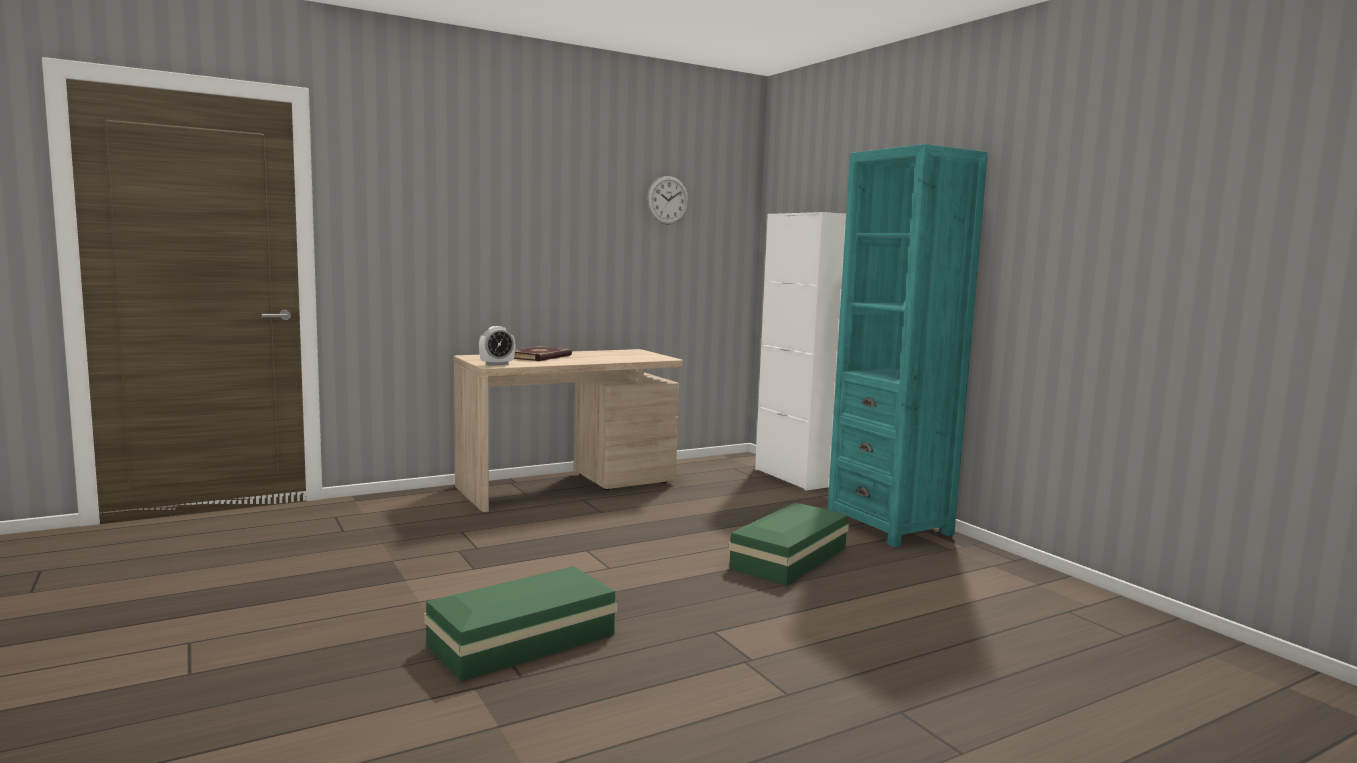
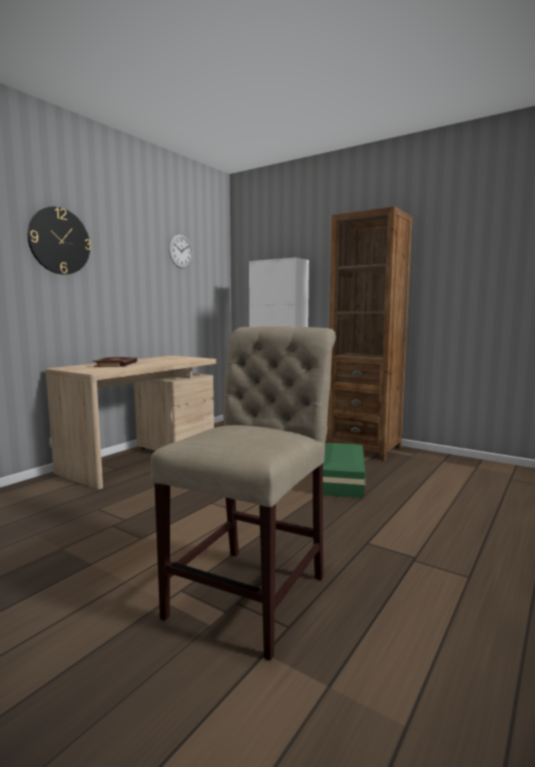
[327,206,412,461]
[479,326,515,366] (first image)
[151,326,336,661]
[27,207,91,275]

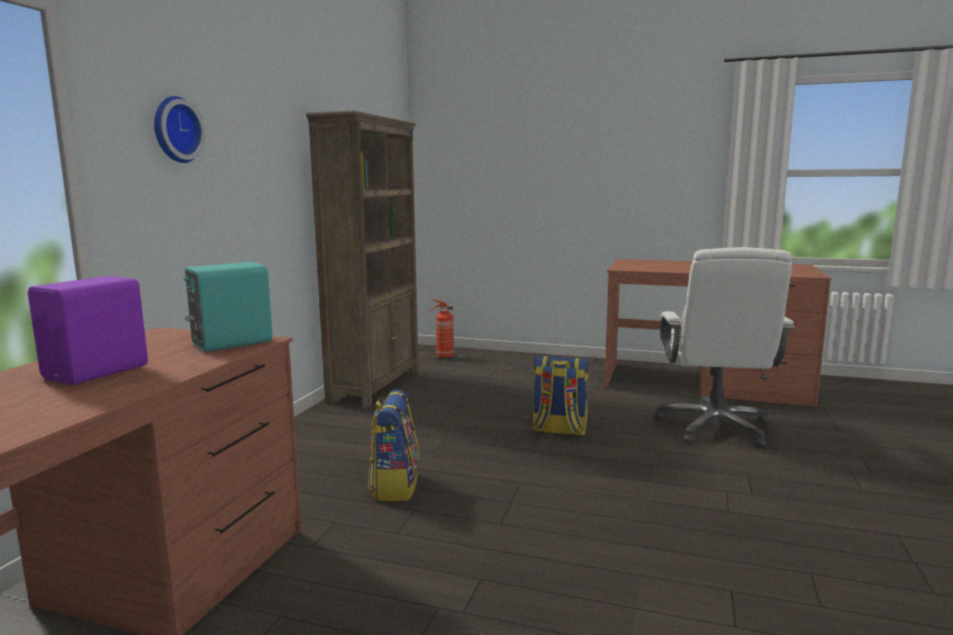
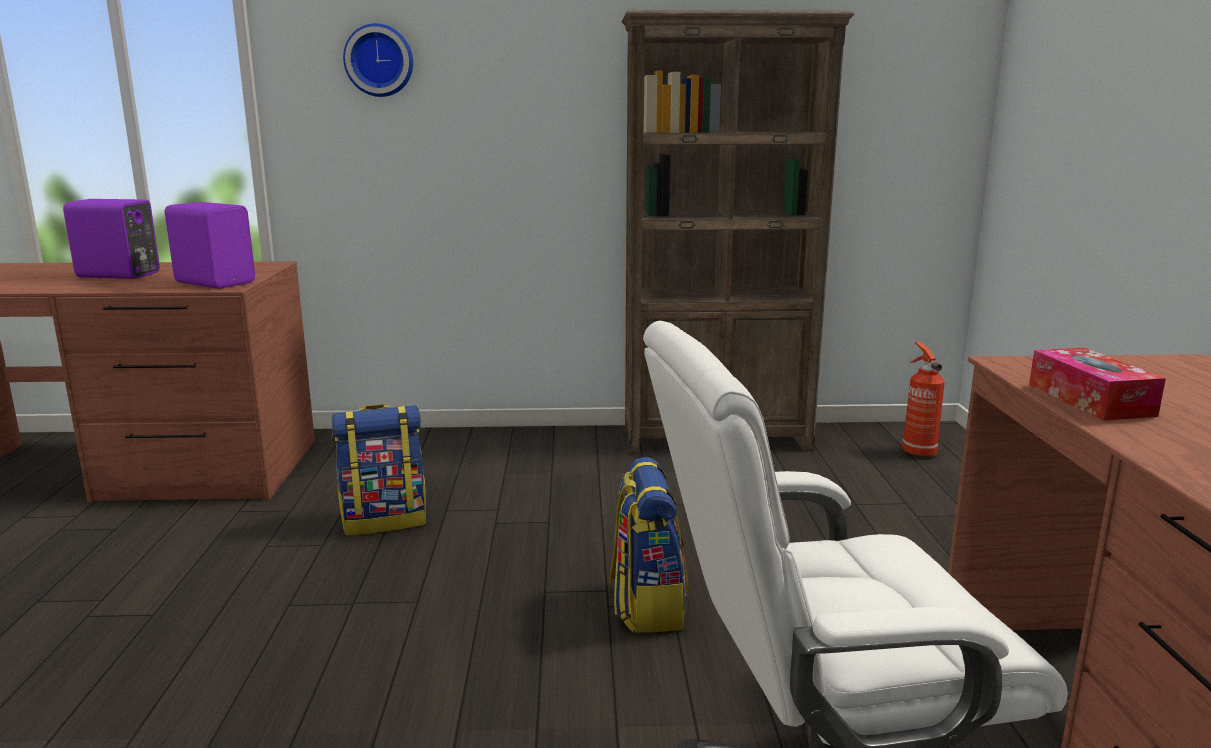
[165,202,255,289]
[1029,348,1166,421]

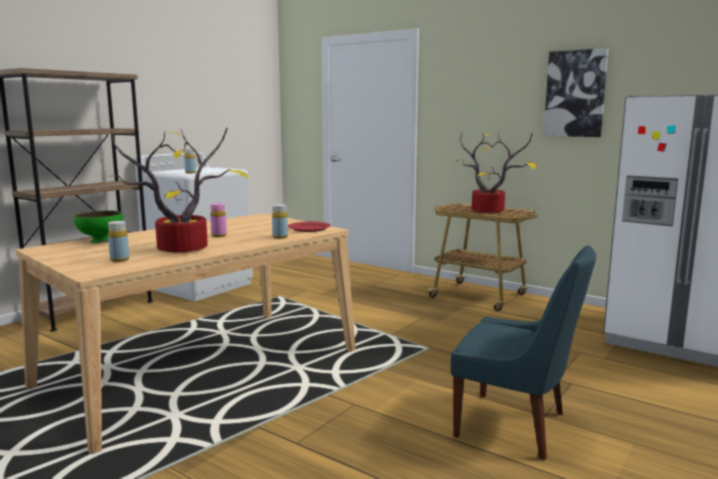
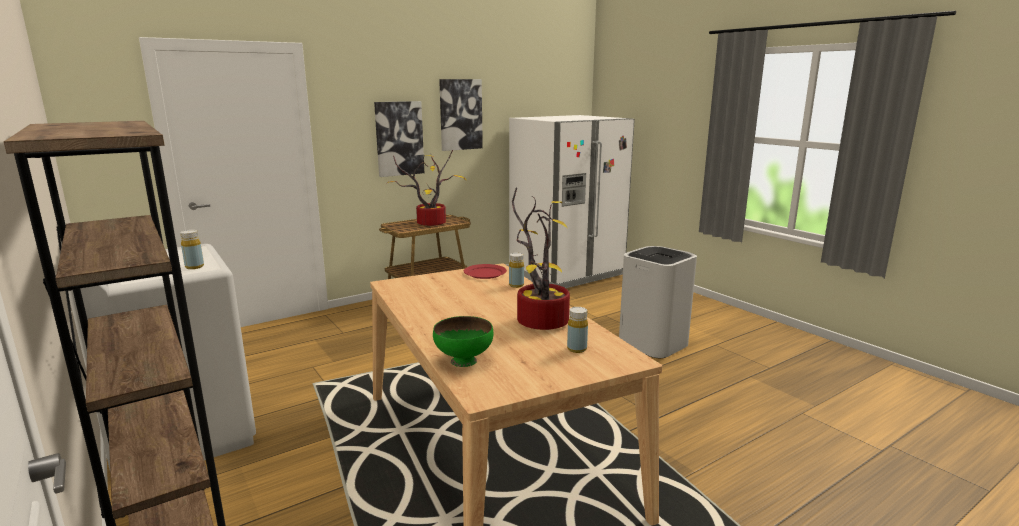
[210,203,227,237] (first image)
[619,246,697,358]
[374,101,424,177]

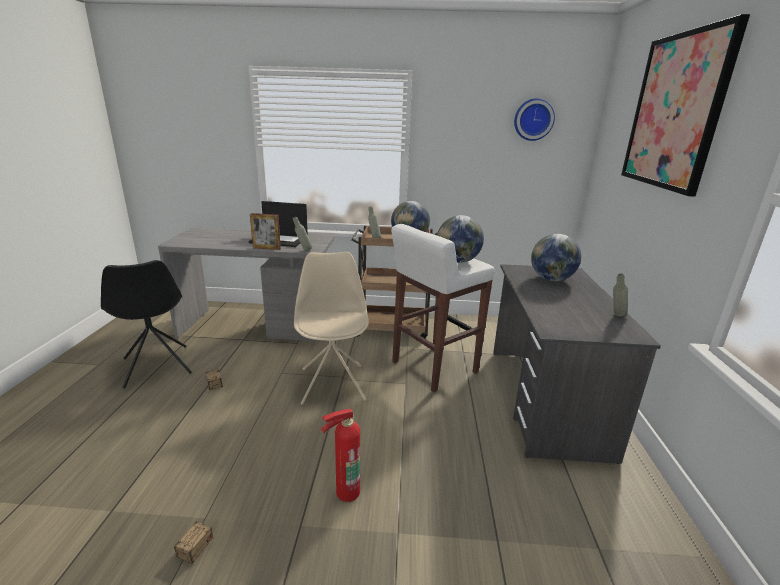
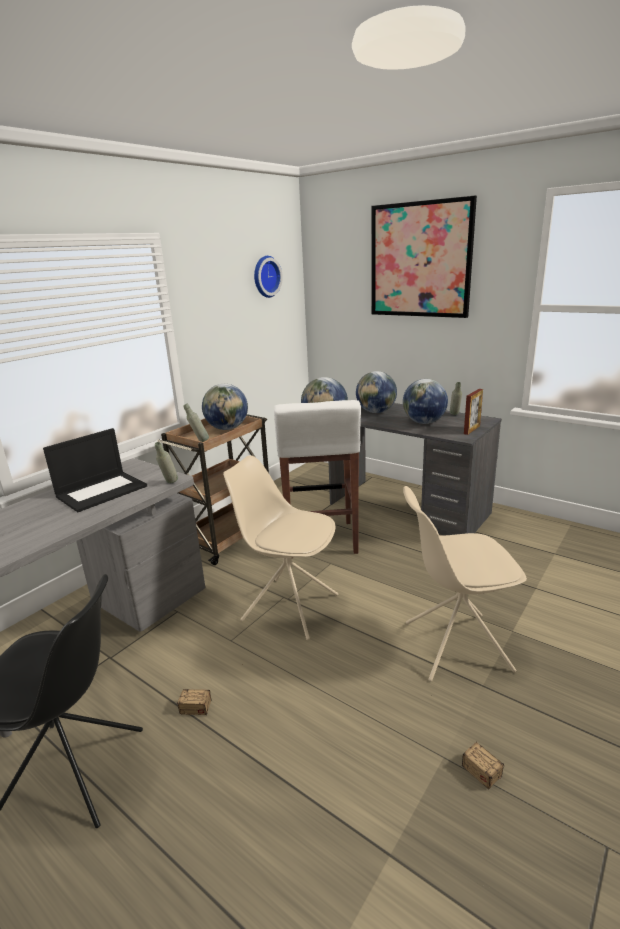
[464,389,483,435]
[403,486,527,681]
[403,379,448,424]

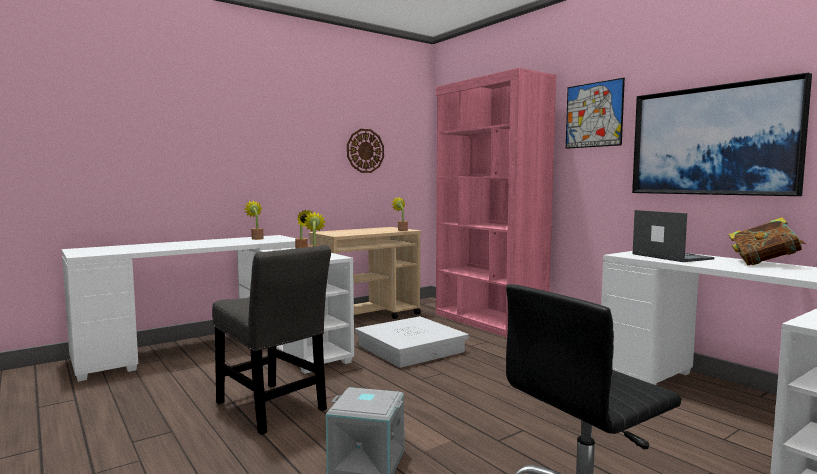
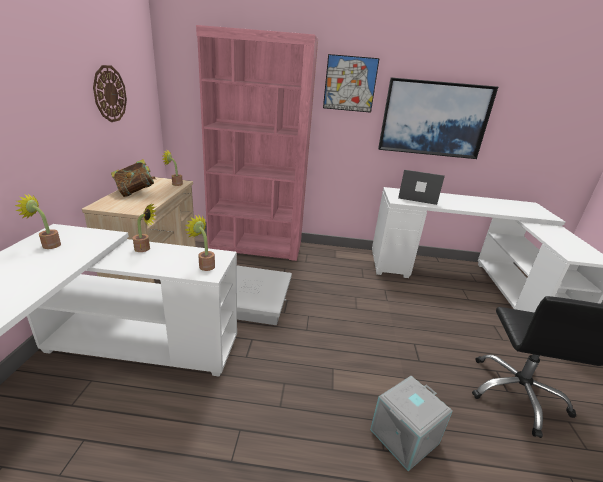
[111,159,156,197]
[212,245,331,435] (first image)

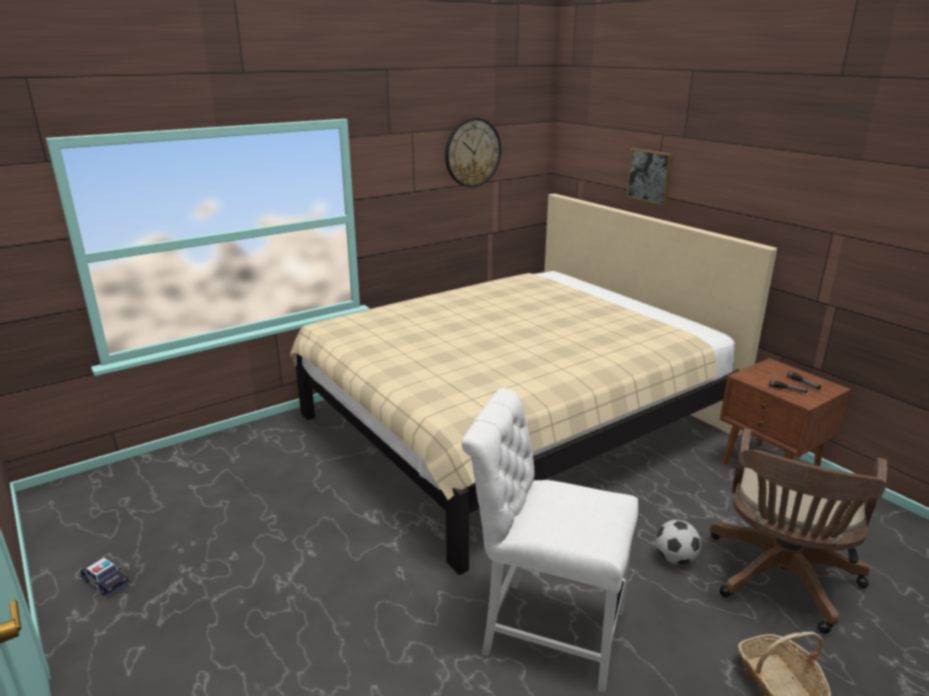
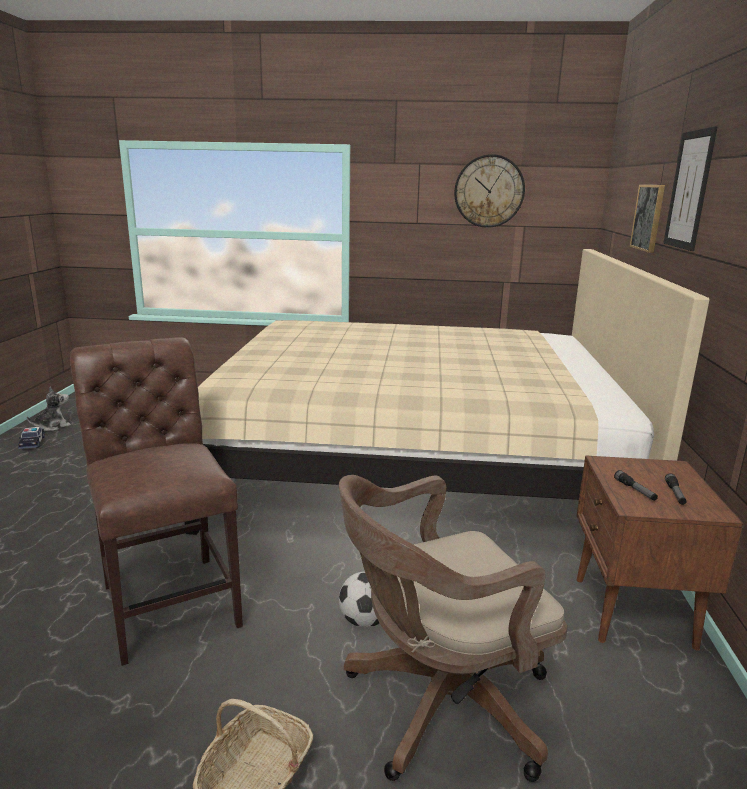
[70,337,243,666]
[663,126,718,251]
[27,386,71,431]

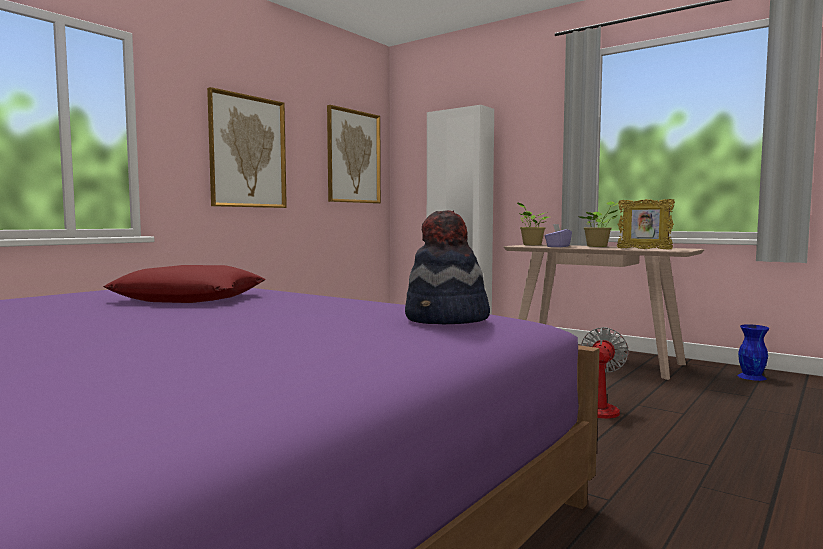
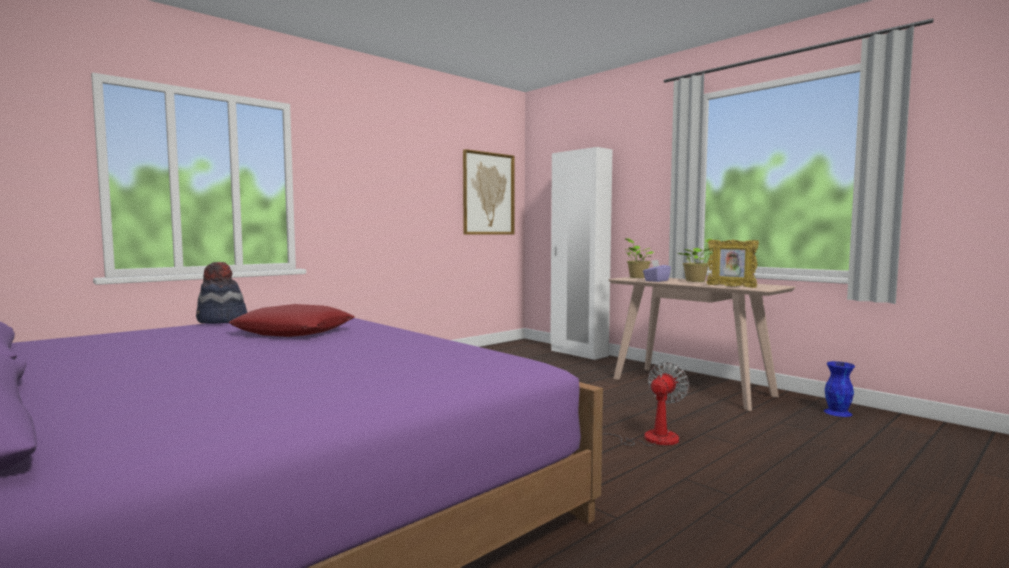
[207,87,287,208] (first image)
[196,262,247,324]

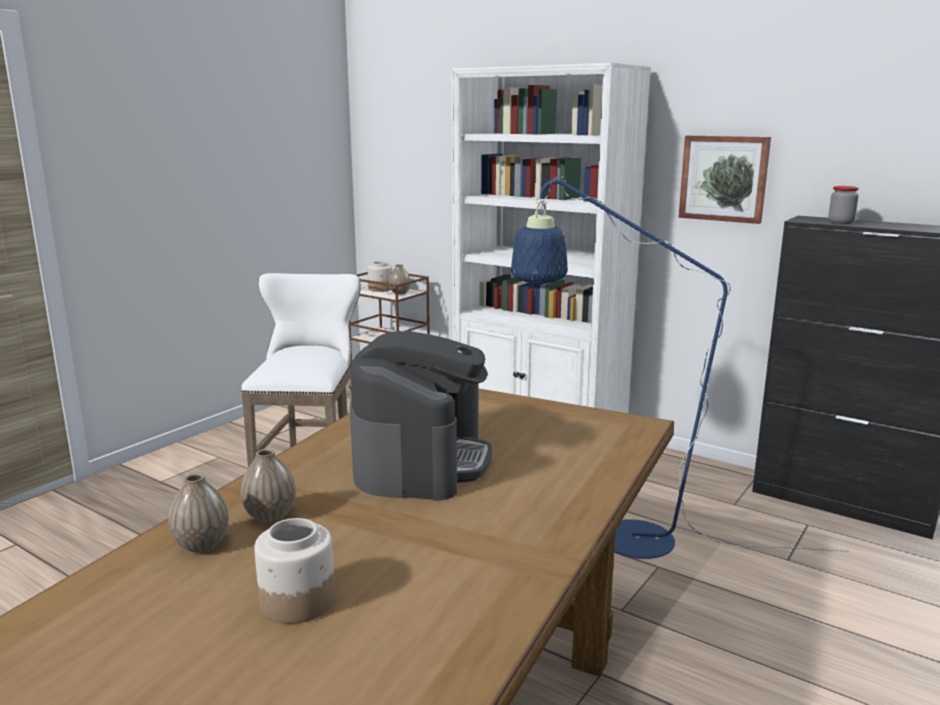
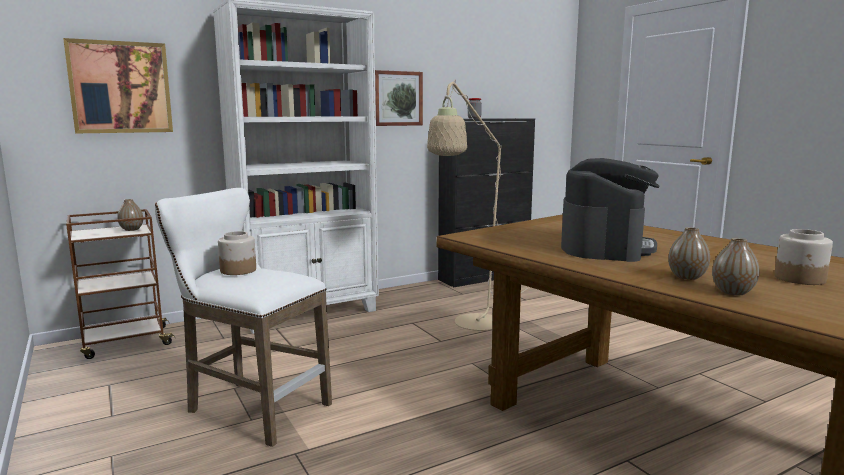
[427,80,528,331]
[218,231,256,275]
[561,158,659,262]
[63,38,173,133]

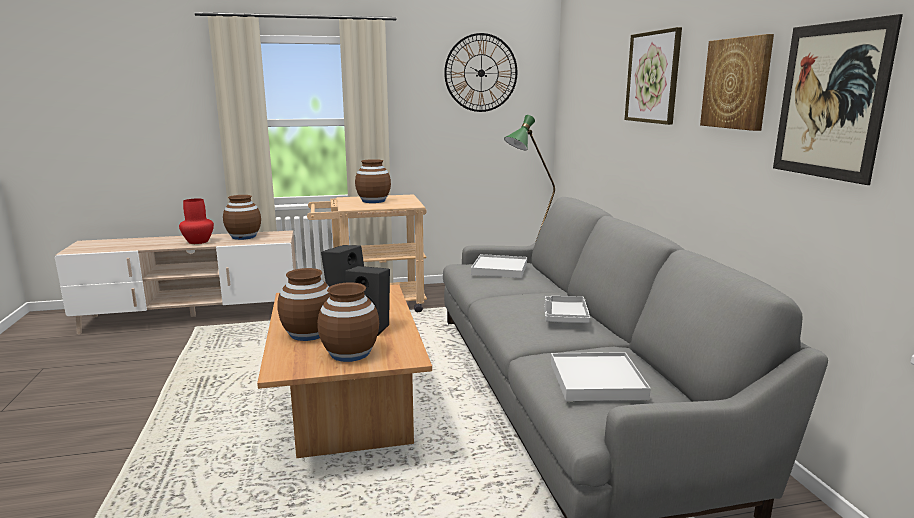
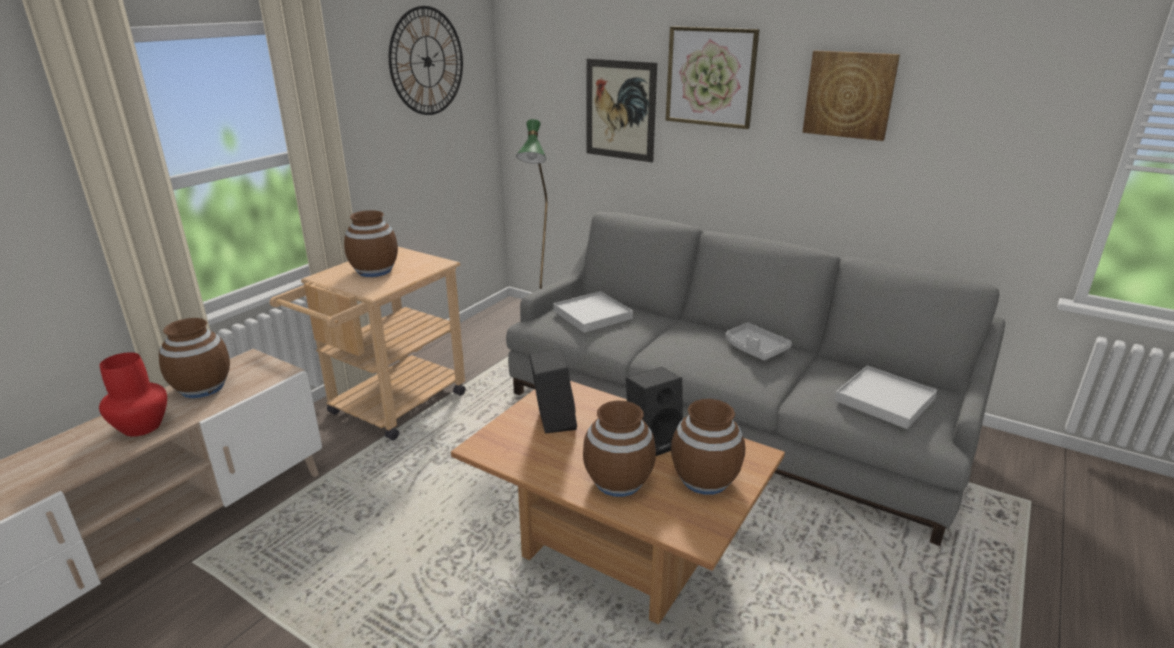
[587,58,657,162]

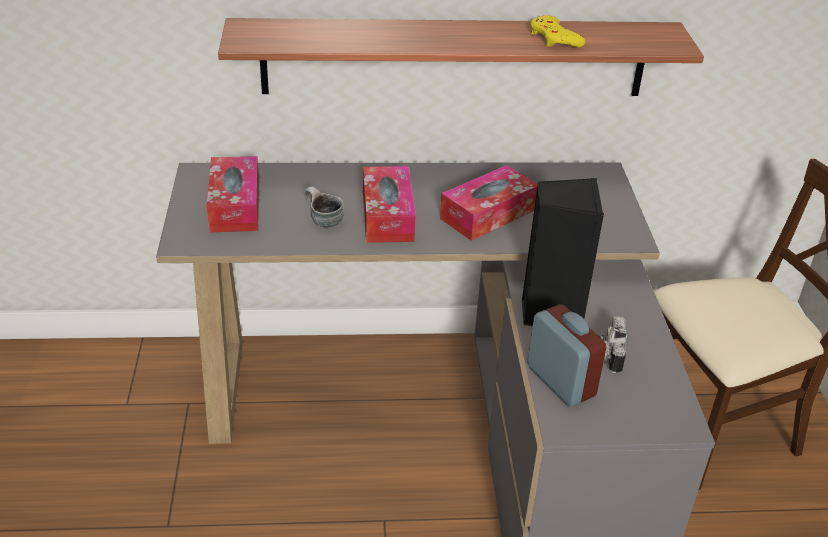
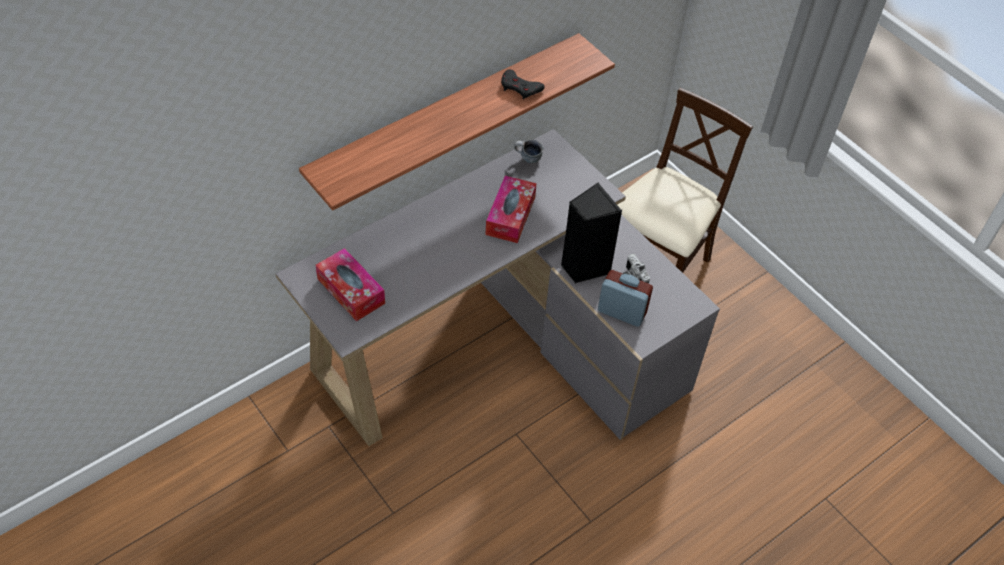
[501,69,545,100]
[363,166,416,243] (first image)
[514,140,543,163]

